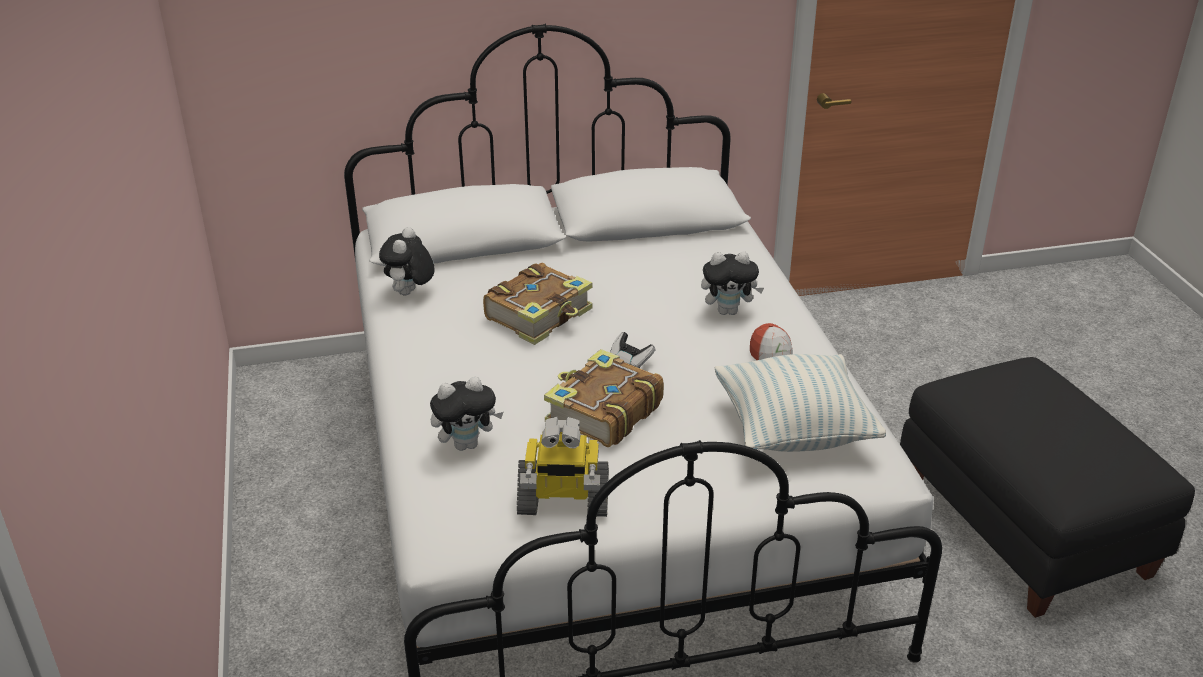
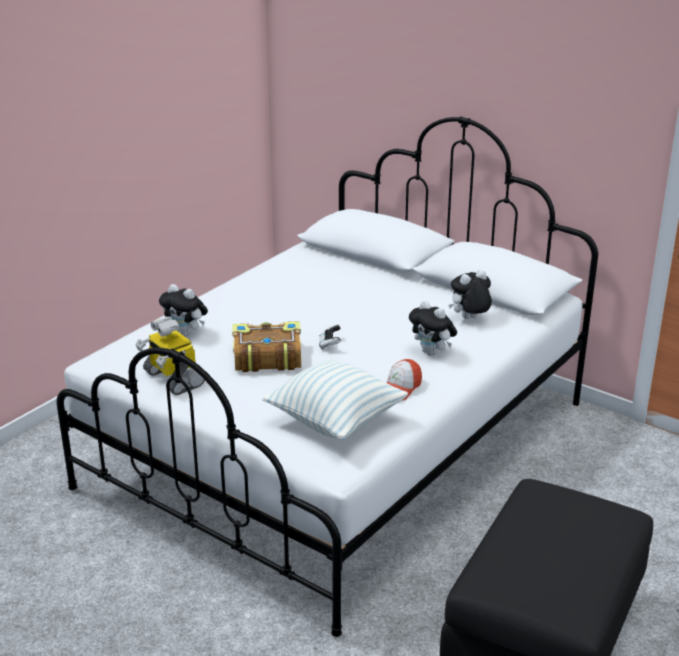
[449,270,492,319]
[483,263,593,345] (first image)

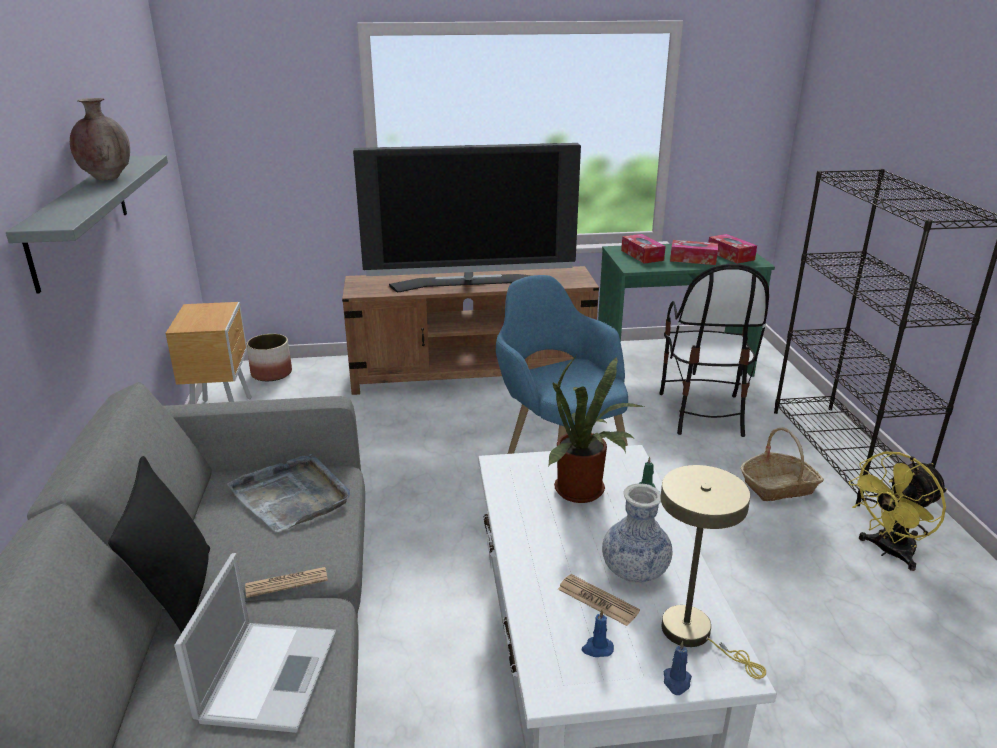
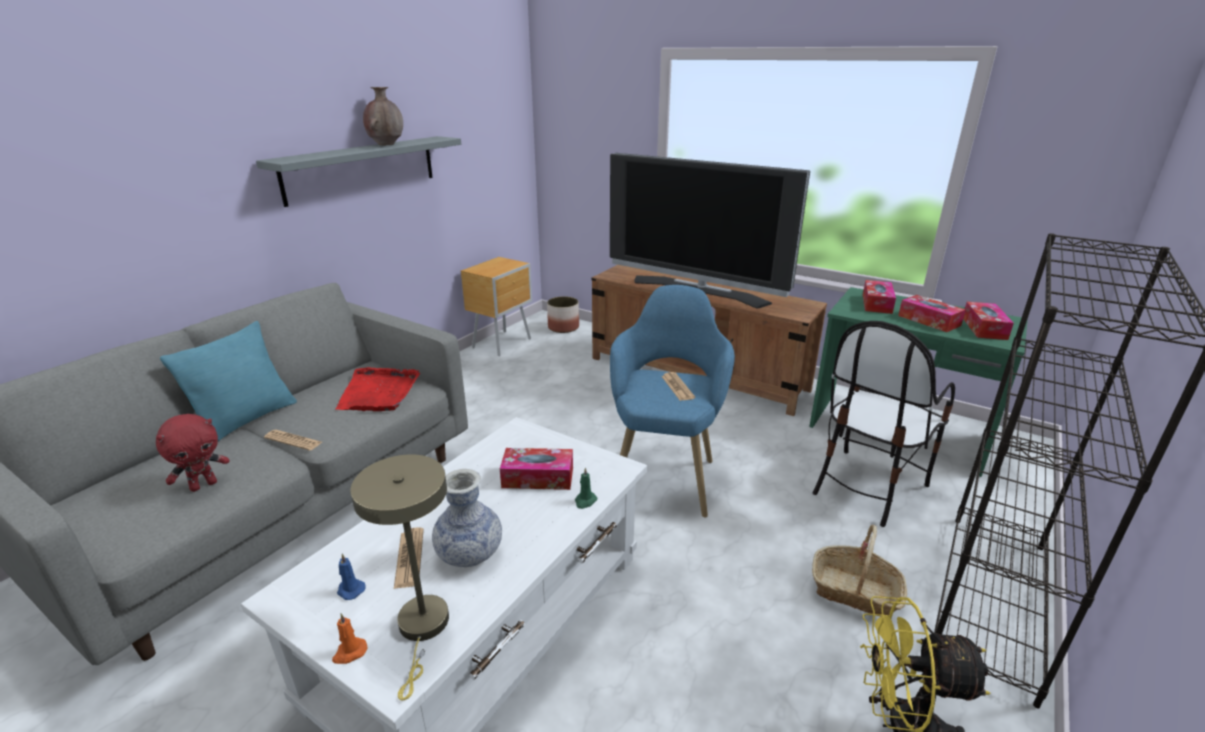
[500,448,573,490]
[336,367,420,411]
[160,321,297,441]
[156,414,230,492]
[332,613,367,664]
[661,372,695,401]

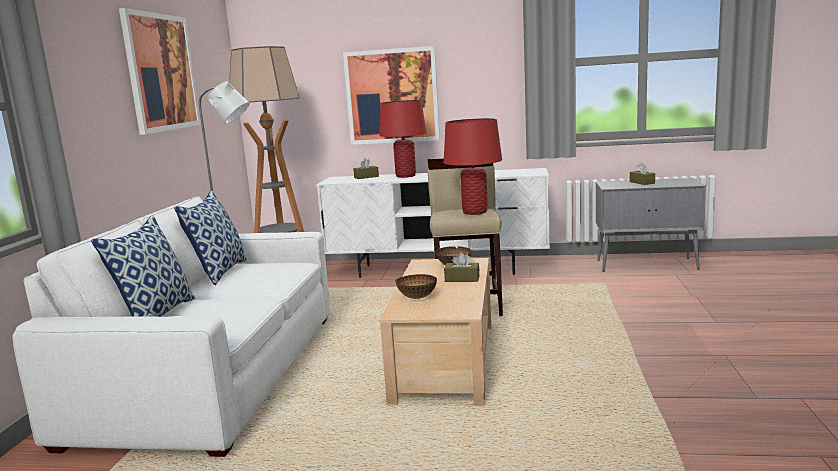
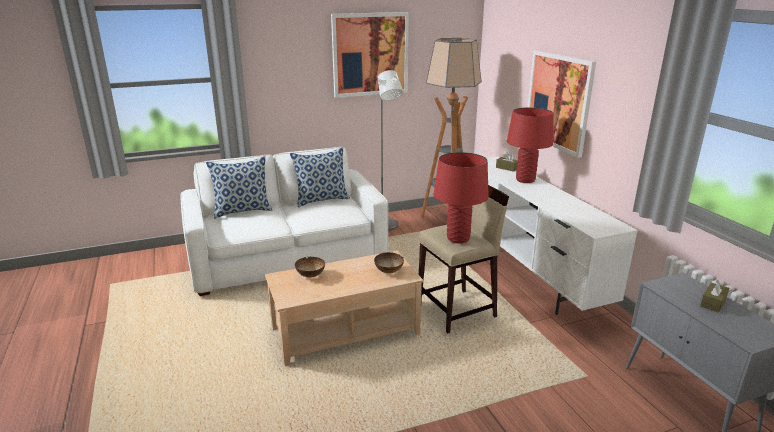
[444,252,479,282] (first image)

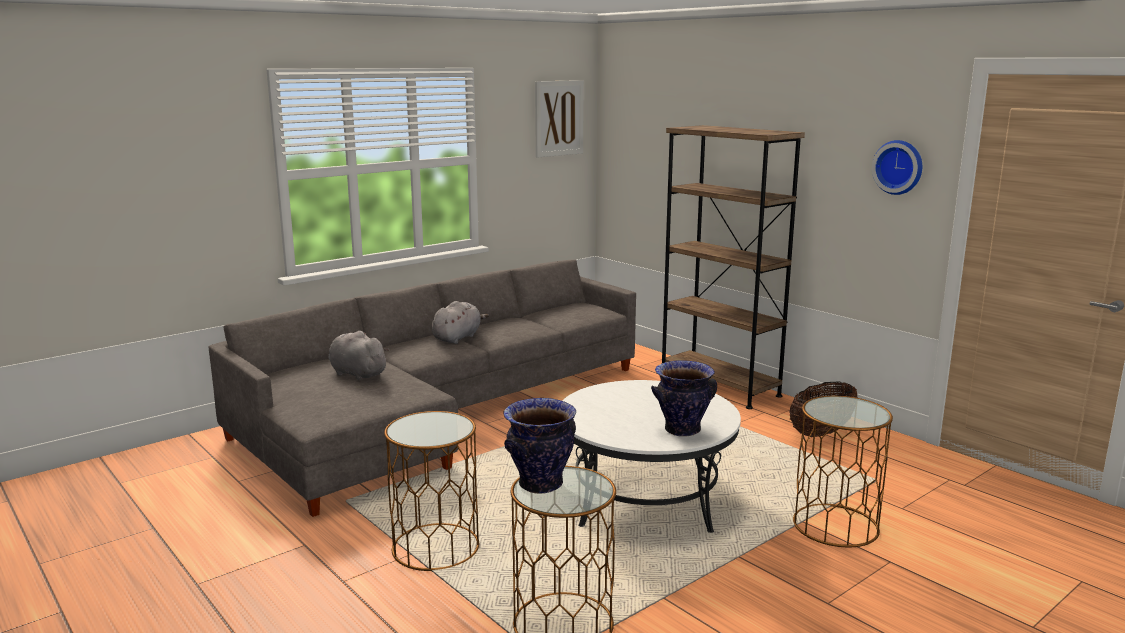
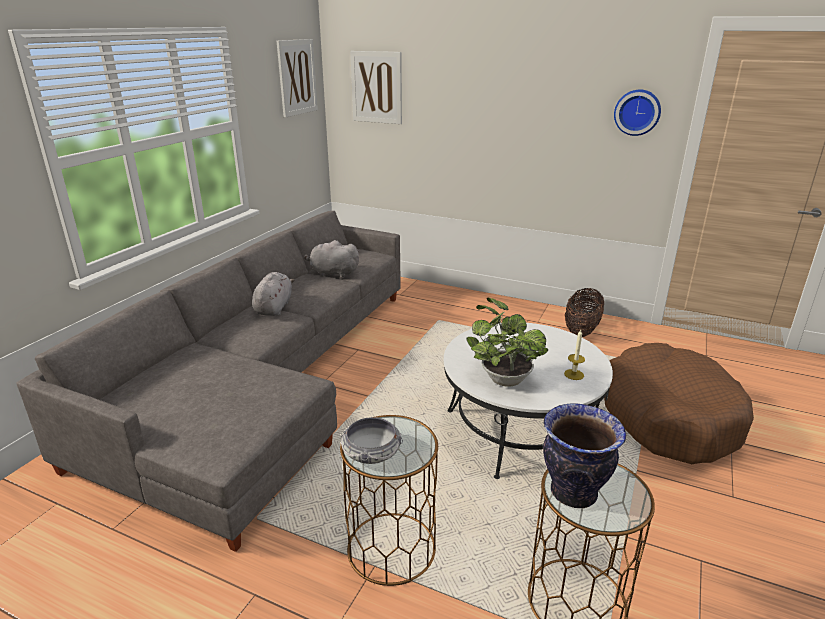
[662,125,805,409] (first image)
[304,240,360,277]
[564,330,585,380]
[604,343,754,464]
[350,51,402,124]
[466,297,548,387]
[340,417,403,464]

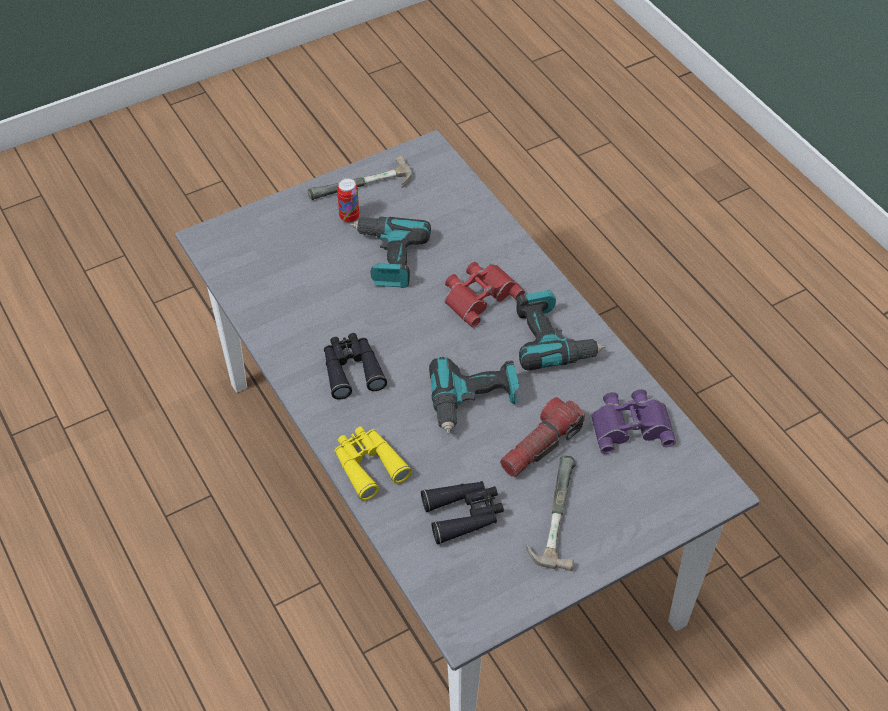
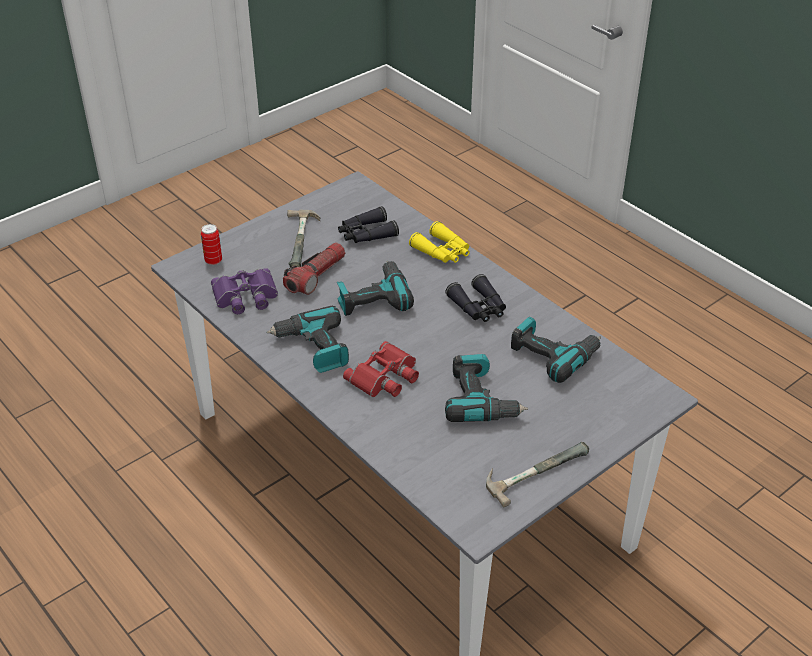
[201,224,222,265]
[511,317,601,383]

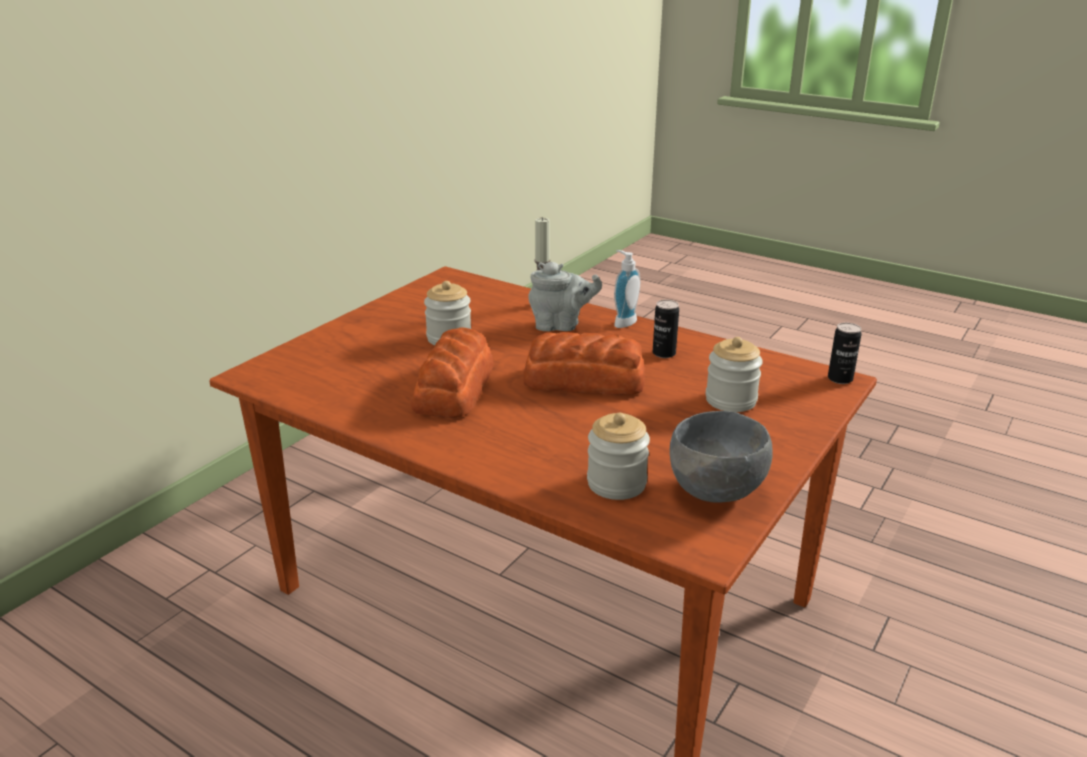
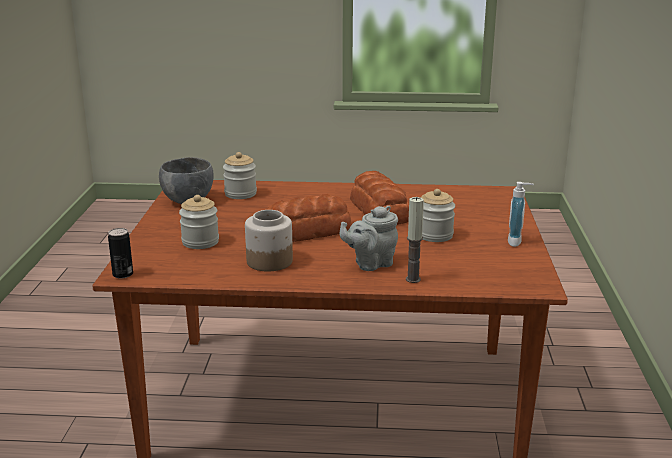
[508,182,534,247]
[245,210,293,271]

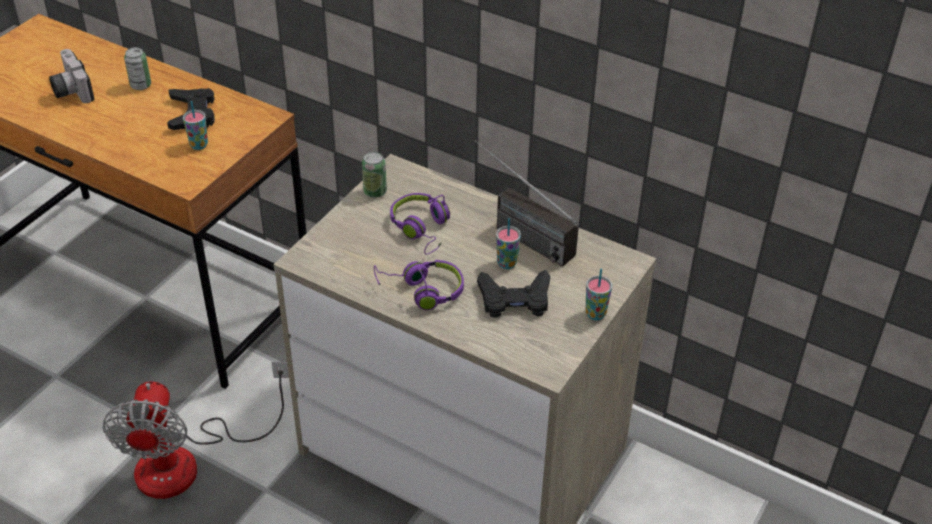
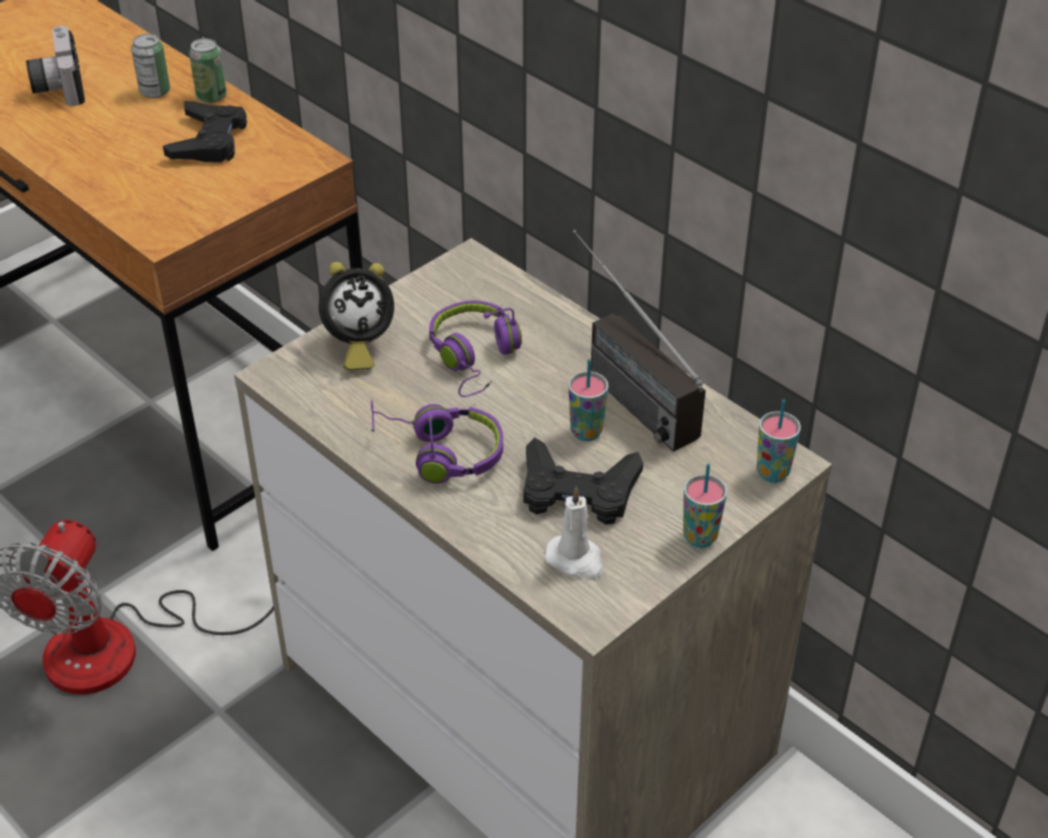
[757,399,801,483]
[189,38,227,103]
[319,262,394,370]
[545,486,603,578]

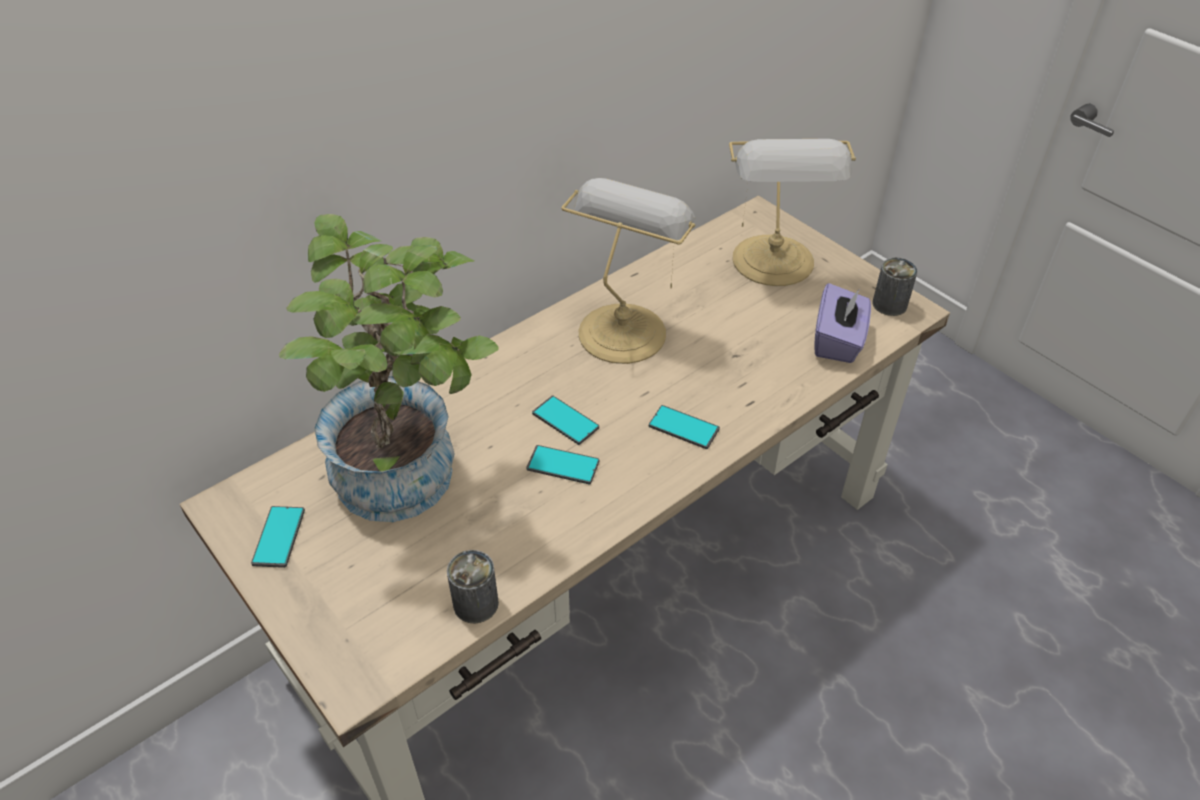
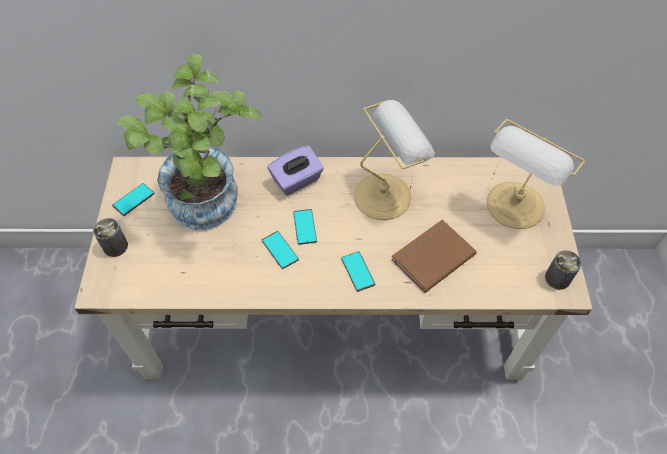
[268,145,324,195]
[93,218,128,257]
[391,220,477,293]

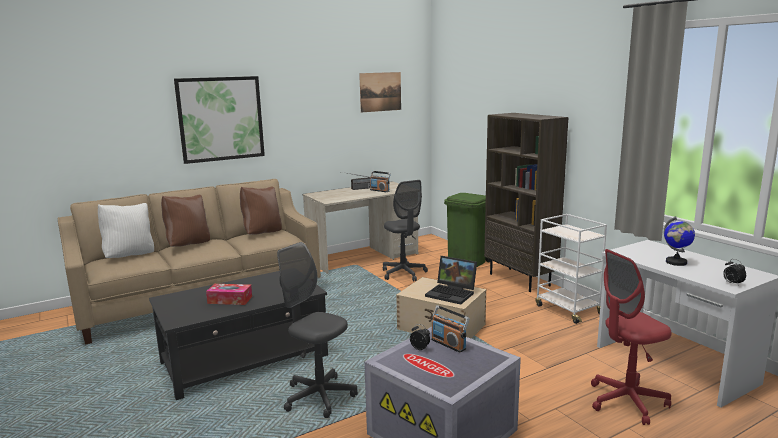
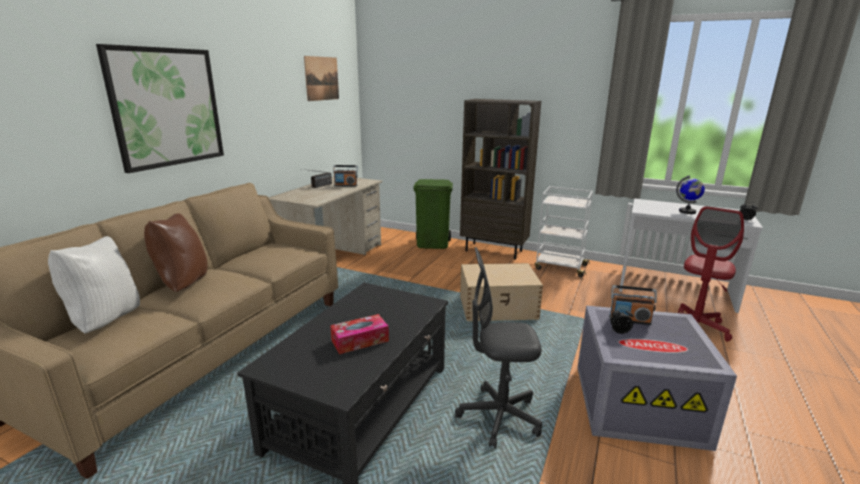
[383,180,428,282] (first image)
[240,186,282,234] (first image)
[425,256,477,305] (first image)

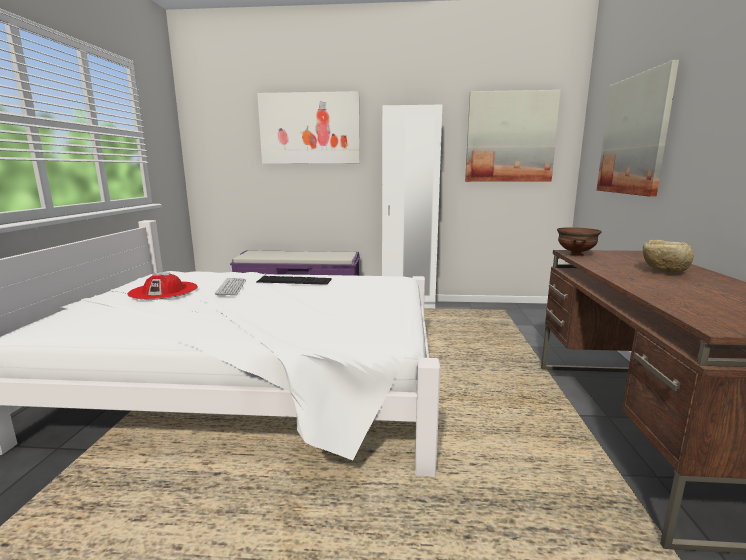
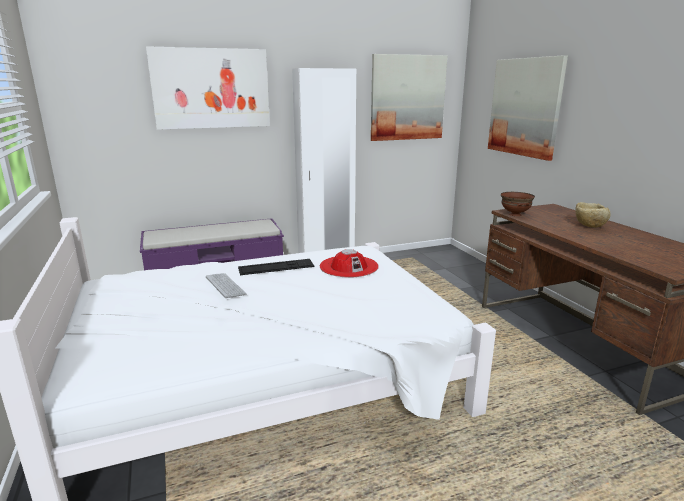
[320,249,379,278]

